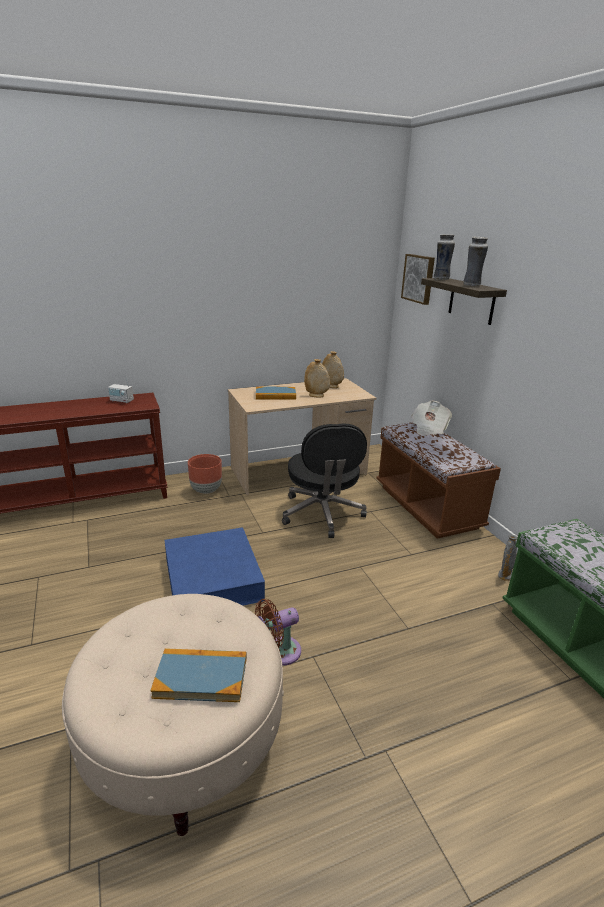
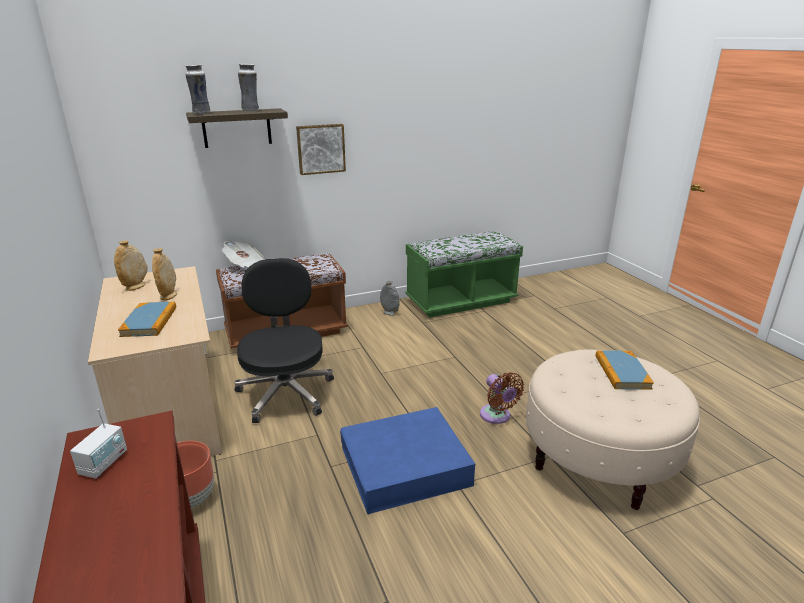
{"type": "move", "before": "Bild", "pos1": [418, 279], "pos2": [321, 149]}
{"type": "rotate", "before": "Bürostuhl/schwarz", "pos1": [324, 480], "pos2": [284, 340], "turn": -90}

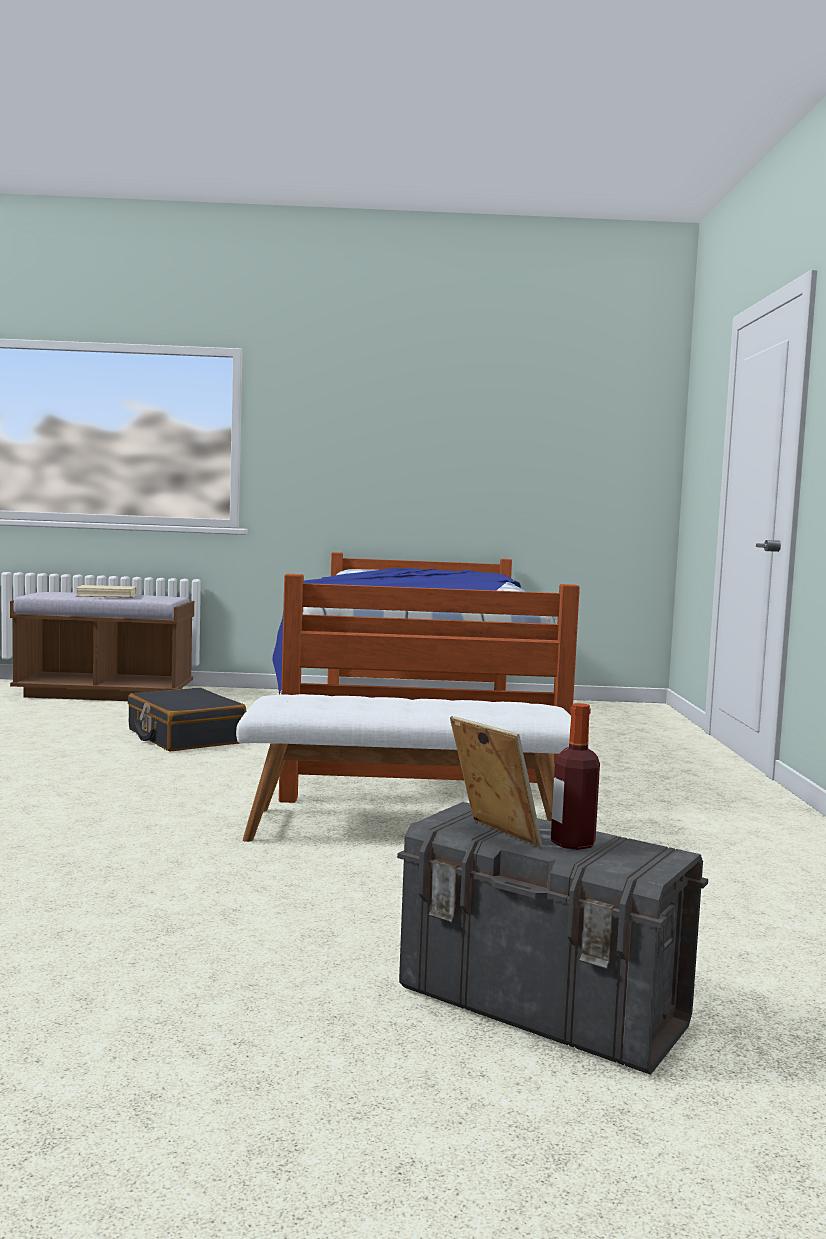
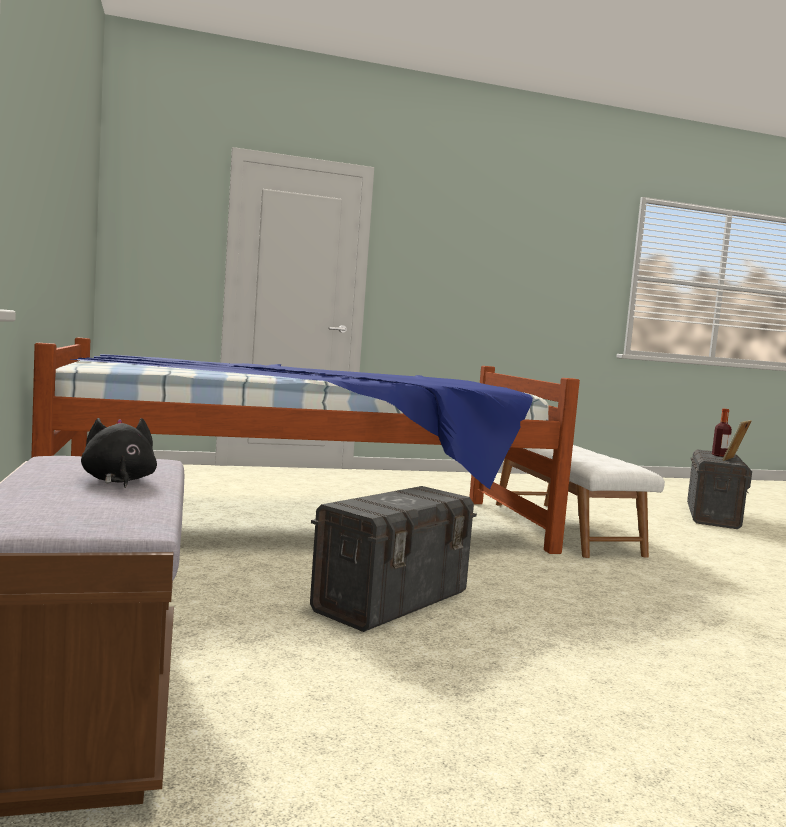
{"type": "replace", "before": "Buch/beige", "after": "Plüschtier/schwarz", "pos1": [106, 591], "pos2": [119, 453]}
{"type": "replace", "before": "Koffer/schwarz", "after": "Aufbewahrungsbox/grau", "pos1": [187, 719], "pos2": [393, 559]}

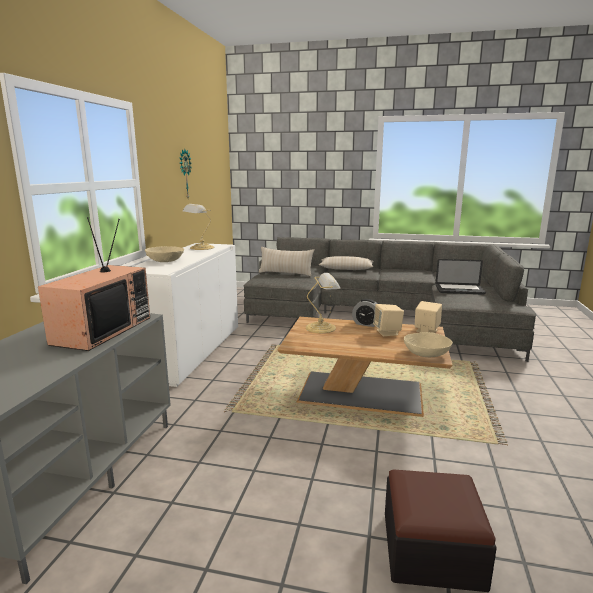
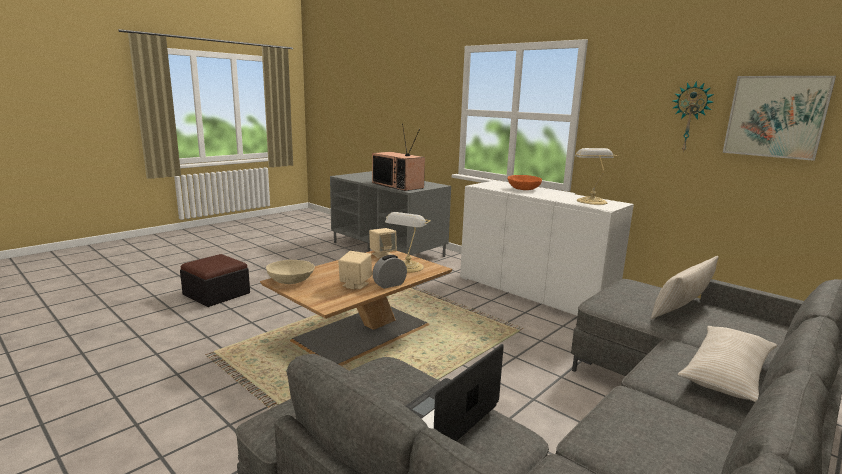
{"type": "insert", "after": "Bild", "pos2": [779, 118]}
{"type": "move", "before": "Lautsprecher/beige", "pos1": [428, 317], "pos2": [383, 243]}
{"type": "recolor", "before": "Schüssel/beige", "after": "Schüssel/orange", "pos1": [164, 254], "pos2": [524, 182]}

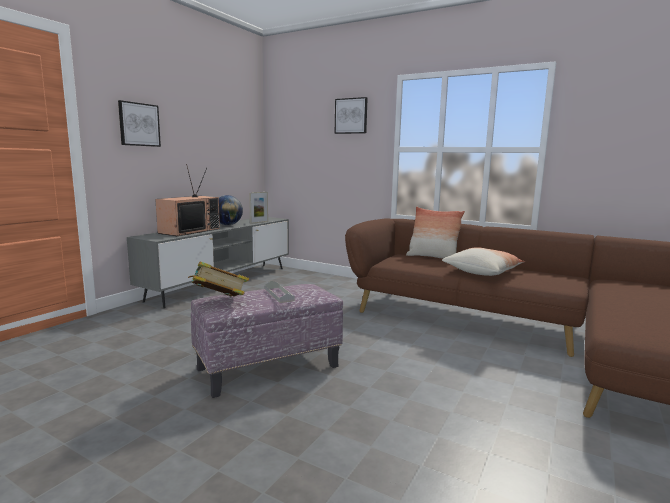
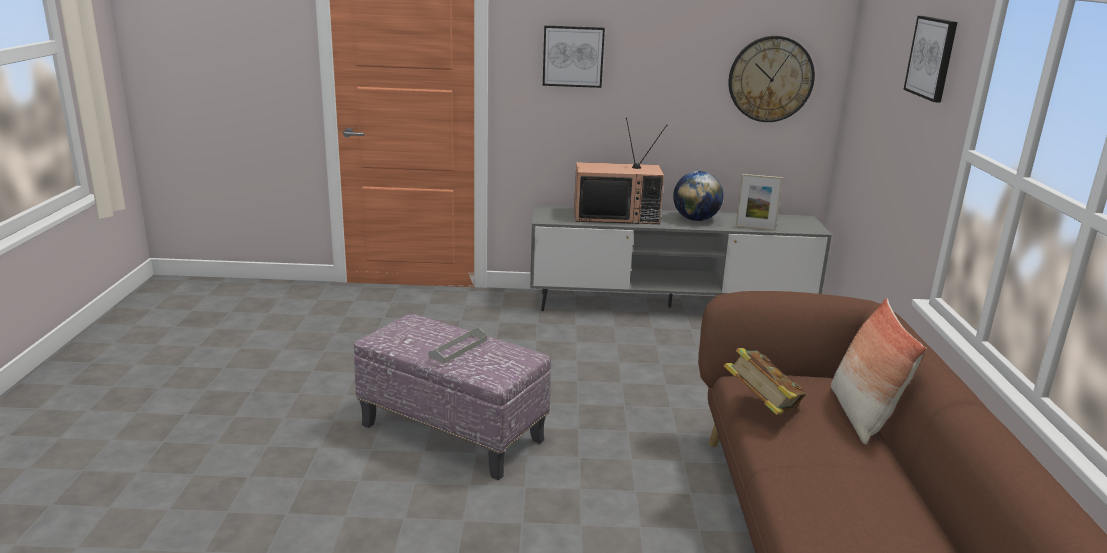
{"type": "delete", "before": "Kissen", "pos1": [483, 261]}
{"type": "insert", "after": "Wanduhr", "pos2": [772, 79]}
{"type": "move", "before": "Buch", "pos1": [218, 279], "pos2": [765, 381]}

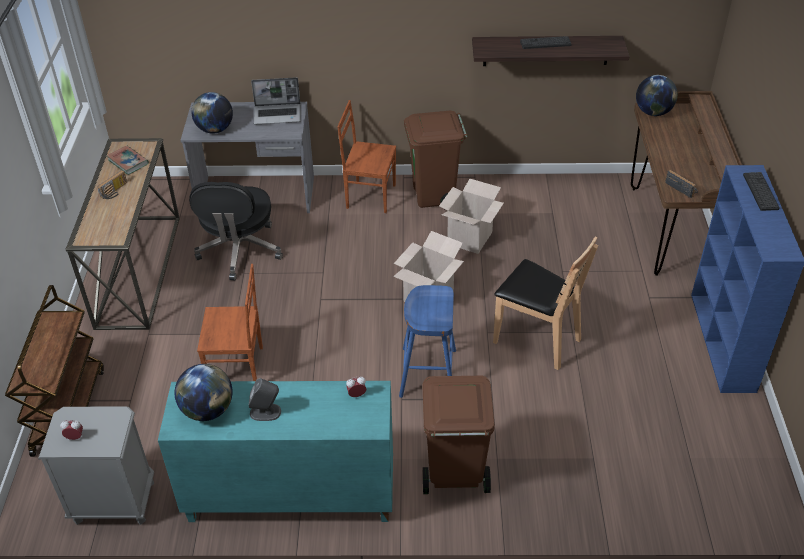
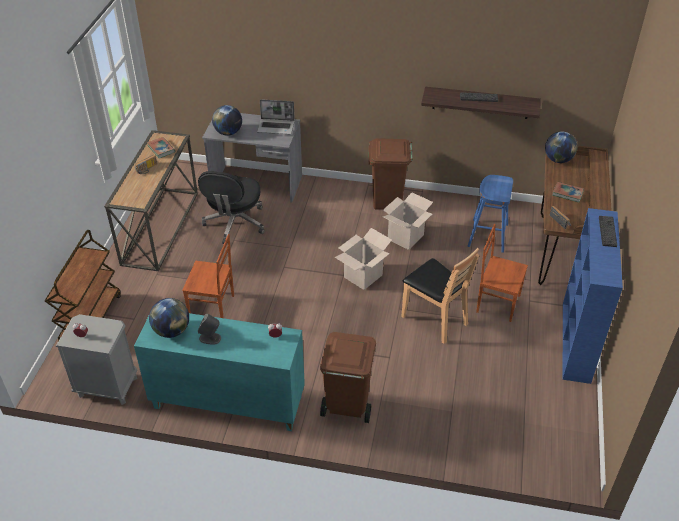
{"type": "insert", "after": "Buch", "pos2": [568, 192]}
{"type": "move", "before": "Stuhl/braun", "pos1": [366, 156], "pos2": [502, 273]}
{"type": "move", "before": "Hocker/blau", "pos1": [427, 341], "pos2": [490, 214]}

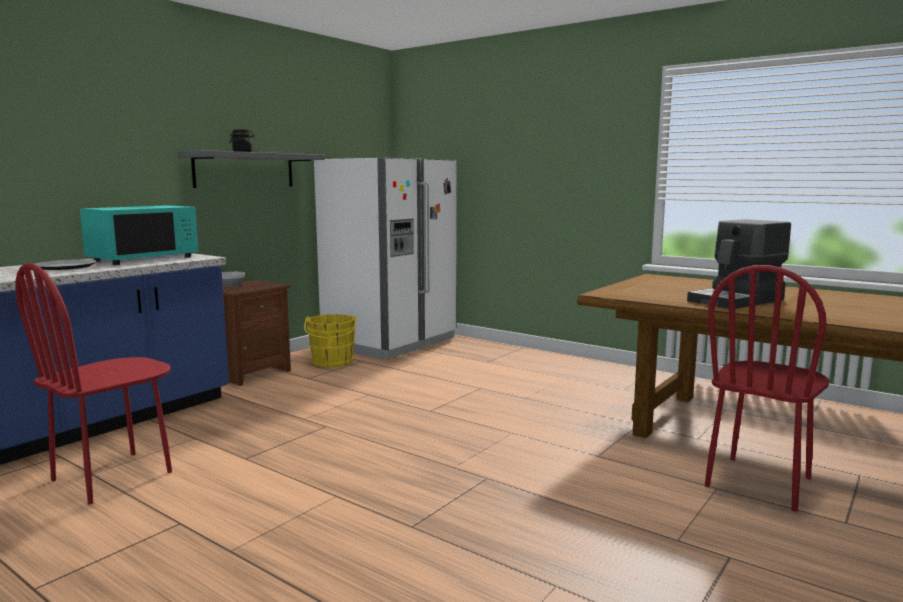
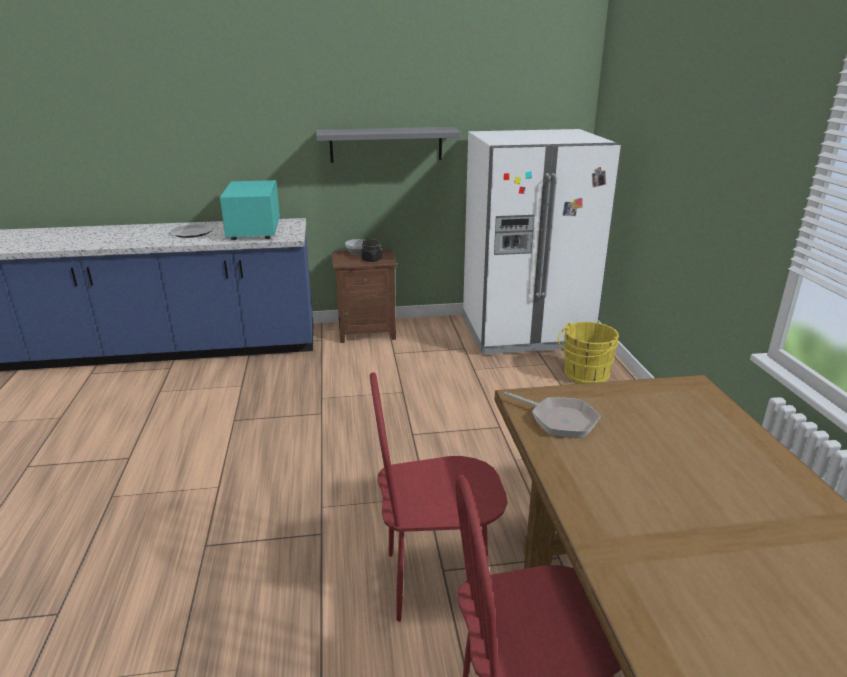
{"type": "delete", "before": "Kaffeemaschine", "pos1": [739, 264]}
{"type": "insert", "after": "Pfanne", "pos2": [552, 415]}
{"type": "move", "before": "Stuhl/rot", "pos1": [93, 383], "pos2": [439, 497]}
{"type": "move", "before": "Vorratsglas/schwarz", "pos1": [242, 140], "pos2": [371, 250]}
{"type": "move", "before": "Eimer/gelb", "pos1": [330, 341], "pos2": [588, 353]}
{"type": "rotate", "before": "Mikrowelle/türkis", "pos1": [139, 235], "pos2": [250, 210], "turn": 90}

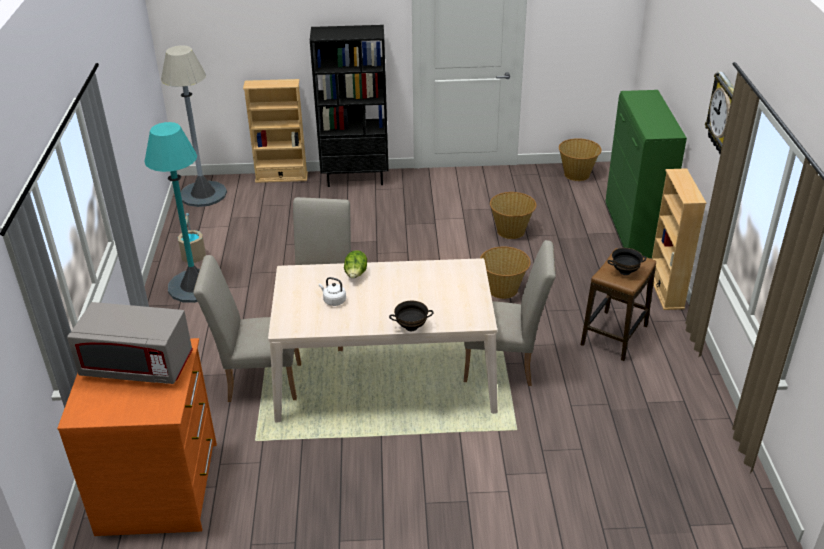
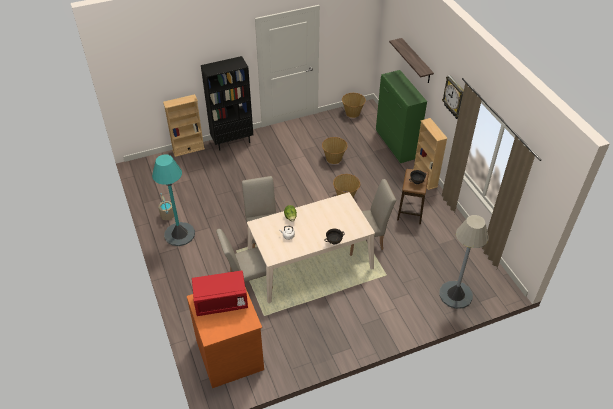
{"type": "insert", "after": "Wandregal", "pos2": [411, 60]}
{"type": "move", "before": "Stehlampe/grau", "pos1": [194, 126], "pos2": [464, 262]}
{"type": "recolor", "before": "Mikrowelle/grau", "after": "Mikrowelle/rot", "pos1": [130, 343], "pos2": [220, 293]}

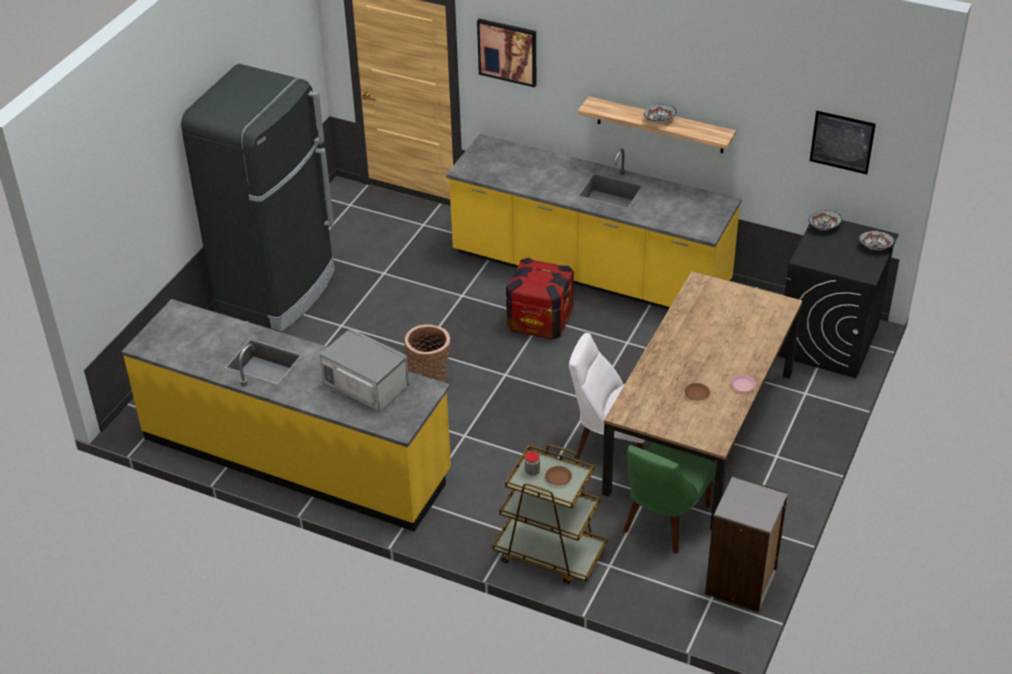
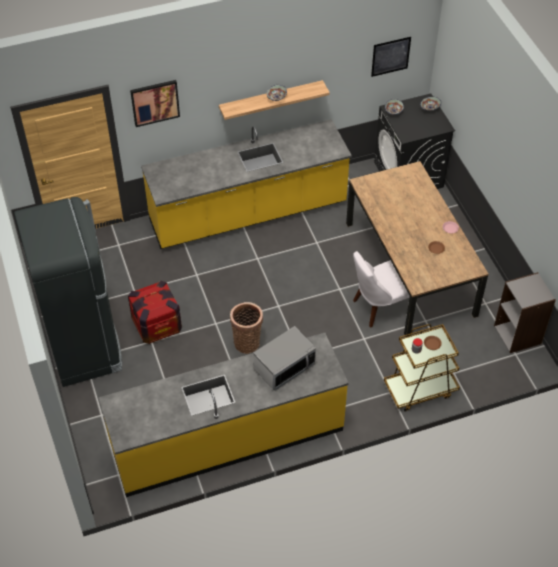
{"type": "delete", "before": "Stuhl/grün", "pos1": [670, 498]}
{"type": "move", "before": "Kiste", "pos1": [540, 299], "pos2": [155, 312]}
{"type": "rotate", "before": "Mikrowelle", "pos1": [364, 370], "pos2": [284, 358], "turn": 150}

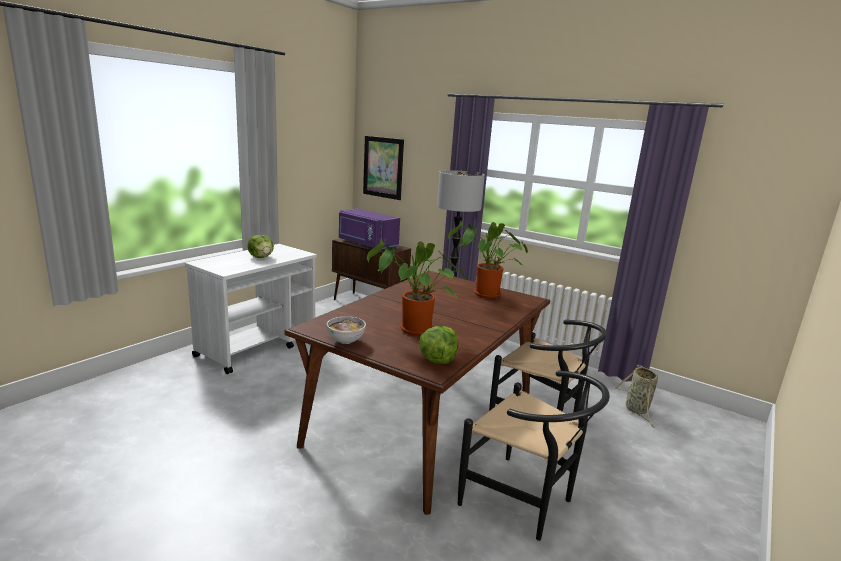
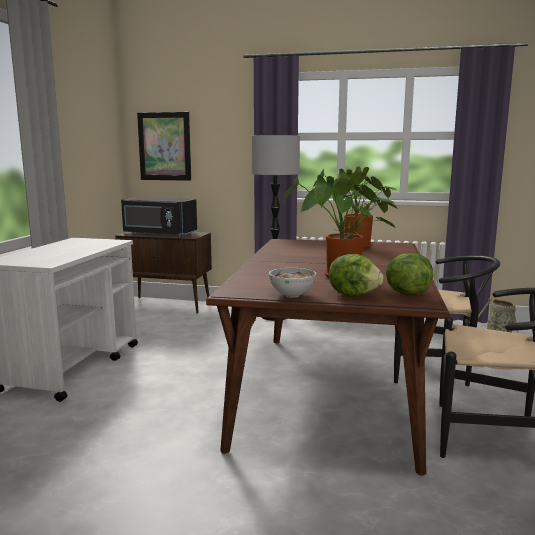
{"type": "move", "before": "Salatkopf", "pos1": [261, 246], "pos2": [356, 275]}
{"type": "recolor", "before": "Mikrowelle/lila", "after": "Mikrowelle/schwarz", "pos1": [369, 228], "pos2": [159, 217]}

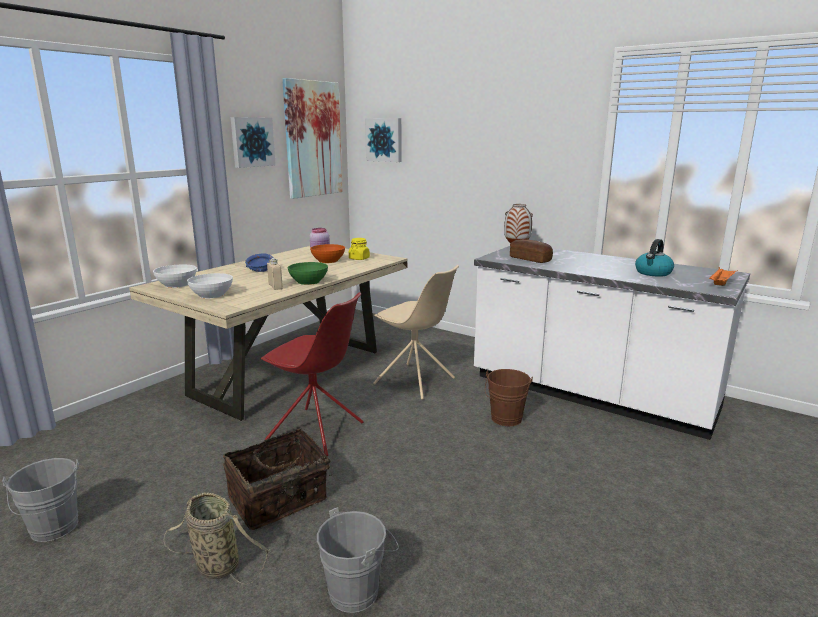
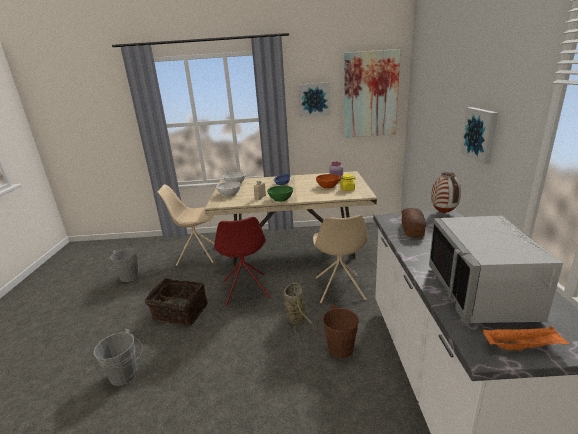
{"type": "insert", "after": "Stuhl/beige", "pos2": [185, 225]}
{"type": "move", "before": "Korb", "pos1": [216, 538], "pos2": [298, 308]}
{"type": "move", "before": "Bild", "pos1": [383, 140], "pos2": [479, 135]}
{"type": "replace", "before": "Wasserkessel", "after": "Mikrowelle/grau", "pos1": [654, 258], "pos2": [496, 269]}

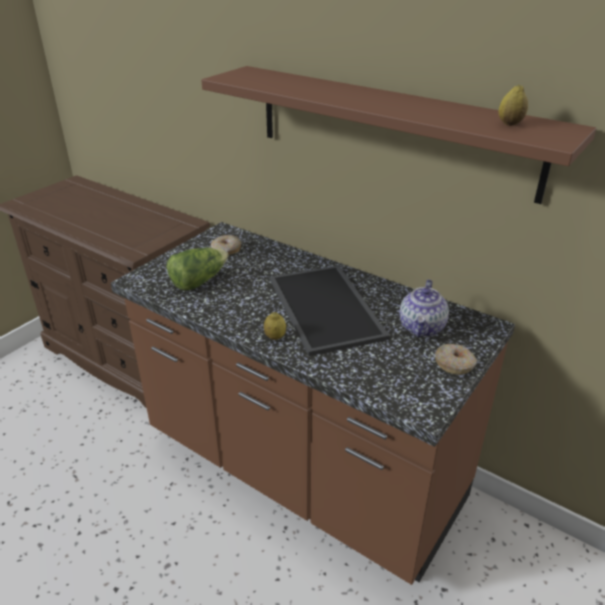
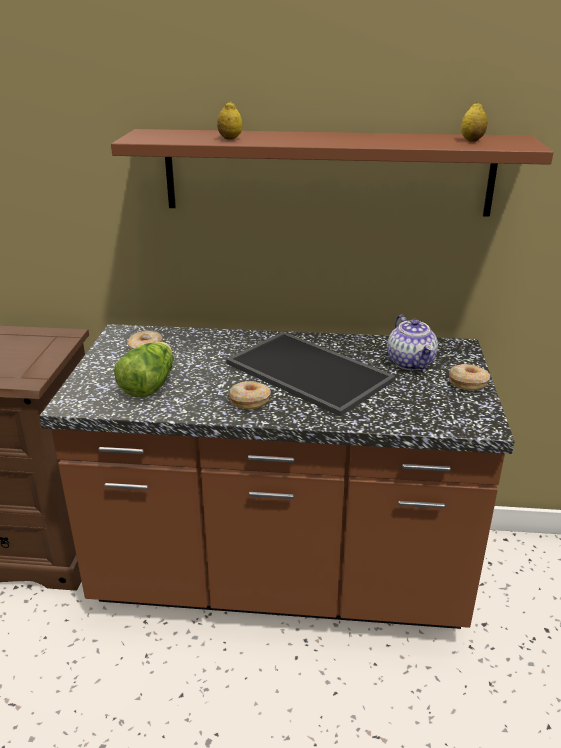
{"type": "insert", "after": "Donut", "pos2": [250, 395]}
{"type": "move", "before": "Zitrone", "pos1": [275, 326], "pos2": [230, 121]}

